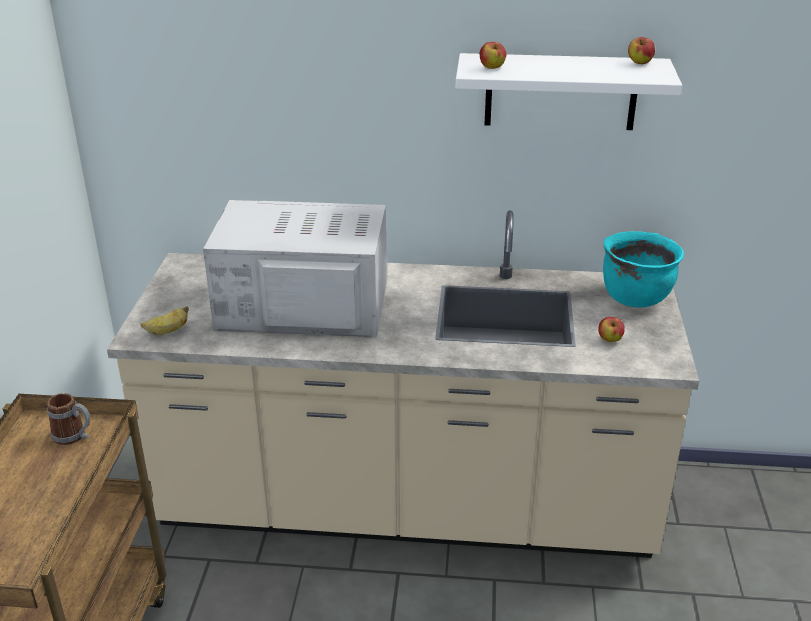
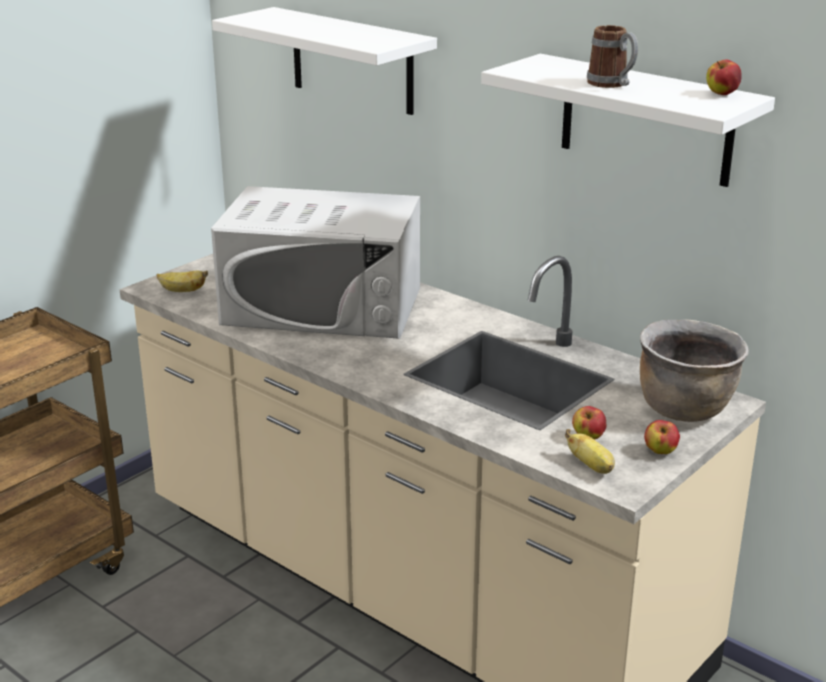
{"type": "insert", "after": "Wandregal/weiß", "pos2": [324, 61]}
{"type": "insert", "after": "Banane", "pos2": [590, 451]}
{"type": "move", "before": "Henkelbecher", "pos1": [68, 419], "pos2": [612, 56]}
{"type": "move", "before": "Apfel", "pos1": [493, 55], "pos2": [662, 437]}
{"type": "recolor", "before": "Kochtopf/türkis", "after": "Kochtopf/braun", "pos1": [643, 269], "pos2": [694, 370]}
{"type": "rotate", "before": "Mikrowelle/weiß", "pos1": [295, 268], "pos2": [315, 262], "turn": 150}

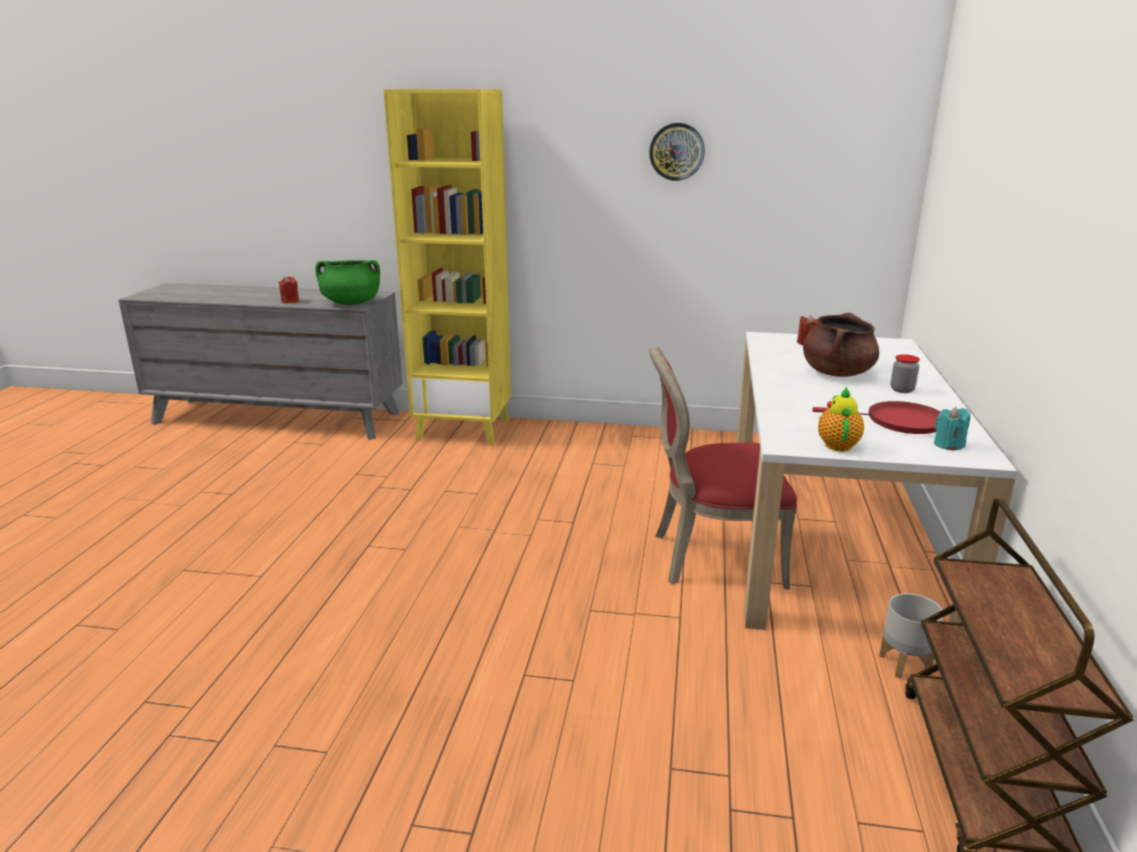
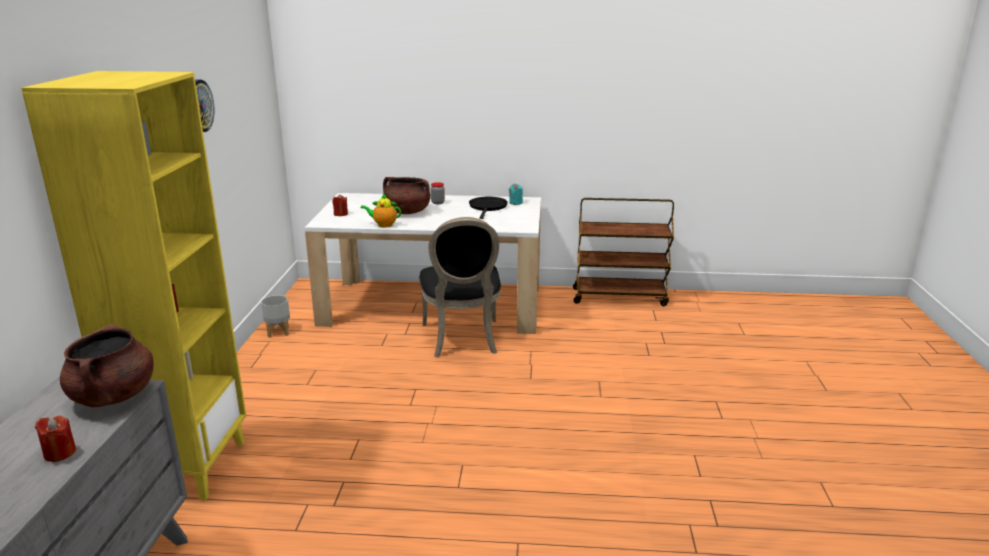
{"type": "move", "before": "Teekanne", "pos1": [841, 419], "pos2": [380, 210]}
{"type": "move", "before": "Pflanzkübel/grau", "pos1": [911, 636], "pos2": [275, 316]}
{"type": "recolor", "before": "Kochtopf/grün", "after": "Kochtopf/braun", "pos1": [347, 282], "pos2": [107, 365]}
{"type": "recolor", "before": "Stuhl/rot", "after": "Stuhl/schwarz", "pos1": [722, 468], "pos2": [460, 287]}
{"type": "recolor", "before": "Pfanne/rot", "after": "Pfanne/schwarz", "pos1": [876, 417], "pos2": [488, 208]}

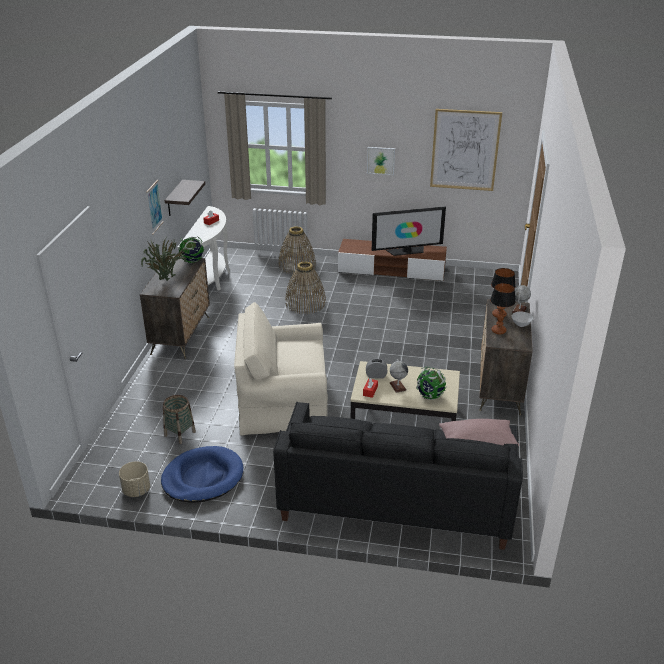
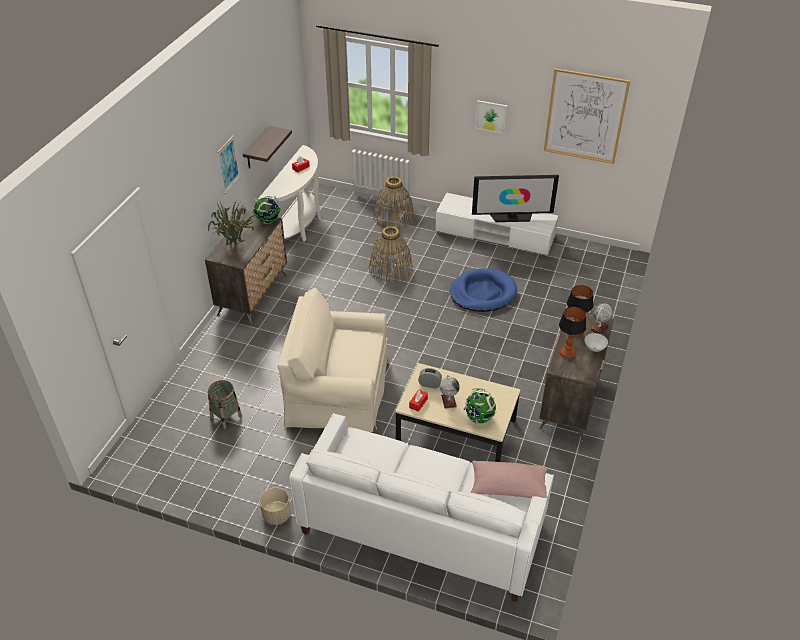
{"type": "move", "before": "Pflanzkübel/beige", "pos1": [134, 479], "pos2": [275, 506]}
{"type": "move", "before": "Hundebett/blau", "pos1": [202, 474], "pos2": [483, 290]}
{"type": "recolor", "before": "Sofa/schwarz", "after": "Sofa/weiß", "pos1": [398, 476], "pos2": [421, 507]}
{"type": "recolor", "before": "Fernsehschrank/braun", "after": "Fernsehschrank/weiß", "pos1": [392, 260], "pos2": [496, 224]}

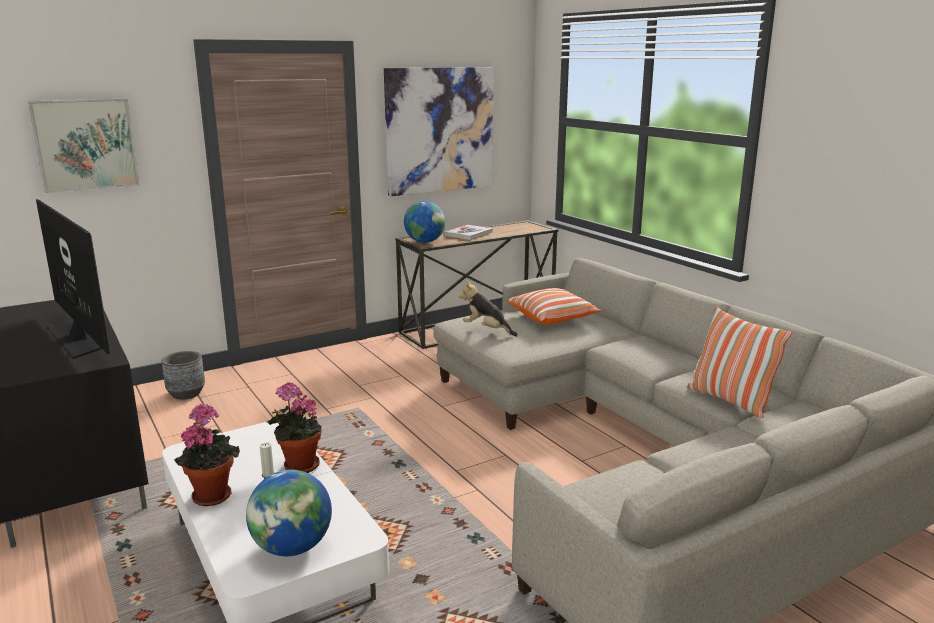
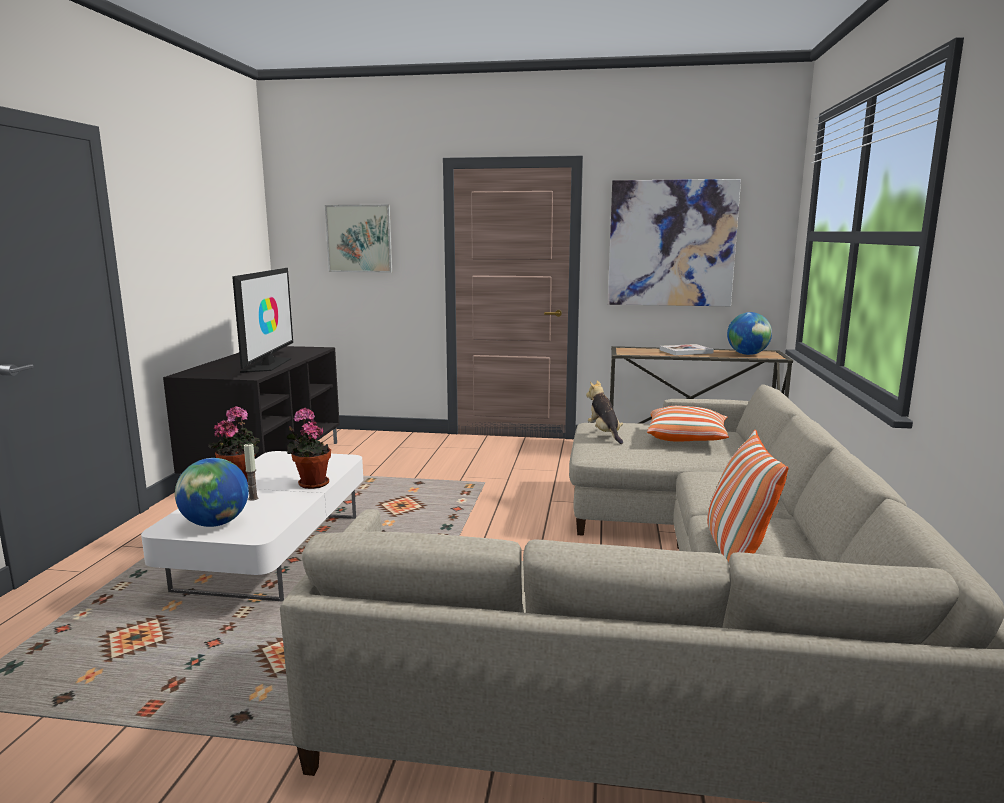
{"type": "delete", "before": "Pflanzkübel/grau", "pos1": [183, 375]}
{"type": "move", "before": "Globus", "pos1": [424, 222], "pos2": [749, 333]}

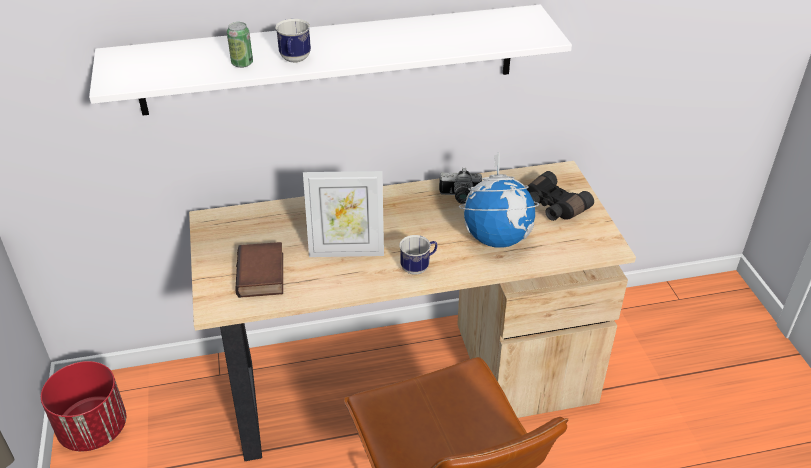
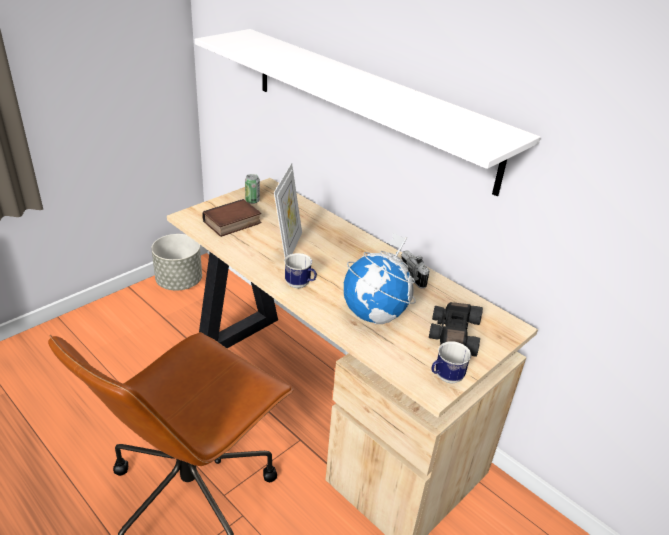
{"type": "move", "before": "Dose", "pos1": [240, 45], "pos2": [252, 189]}
{"type": "move", "before": "Henkelbecher", "pos1": [293, 41], "pos2": [451, 362]}
{"type": "recolor", "before": "Pflanzkübel/rot", "after": "Pflanzkübel/grau", "pos1": [83, 406], "pos2": [176, 262]}
{"type": "rotate", "before": "Bilderrahmen", "pos1": [343, 214], "pos2": [288, 210], "turn": -135}

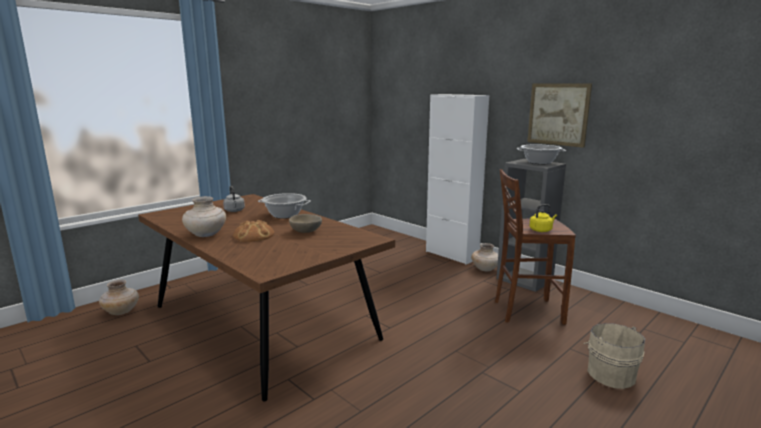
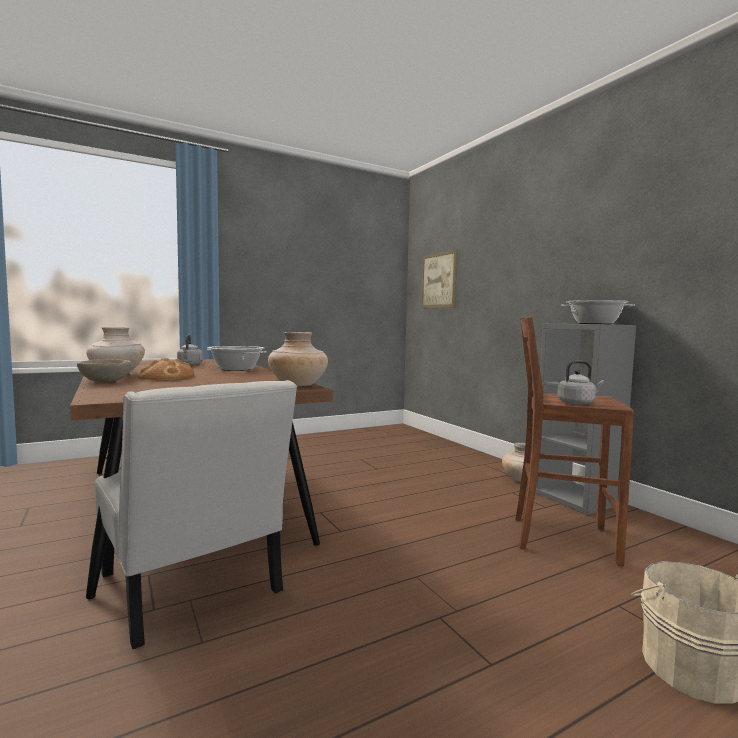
{"type": "delete", "before": "Schrank/weiß", "pos1": [457, 179]}
{"type": "insert", "after": "Stuhl/weiß", "pos2": [196, 514]}
{"type": "move", "before": "Vase/beige", "pos1": [119, 297], "pos2": [298, 359]}
{"type": "move", "before": "Schüssel/beige", "pos1": [305, 223], "pos2": [104, 370]}
{"type": "move", "before": "Bild", "pos1": [559, 115], "pos2": [439, 279]}
{"type": "recolor", "before": "Wasserkessel/gelb", "after": "Wasserkessel/grau", "pos1": [543, 218], "pos2": [581, 383]}

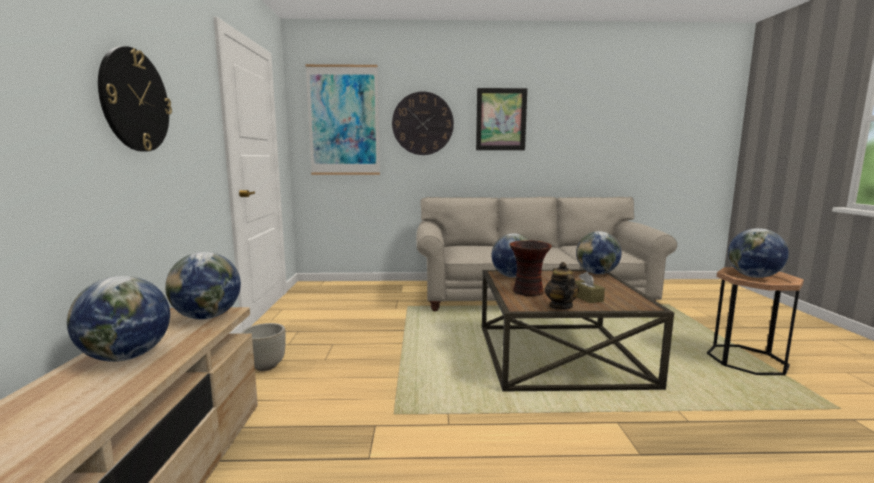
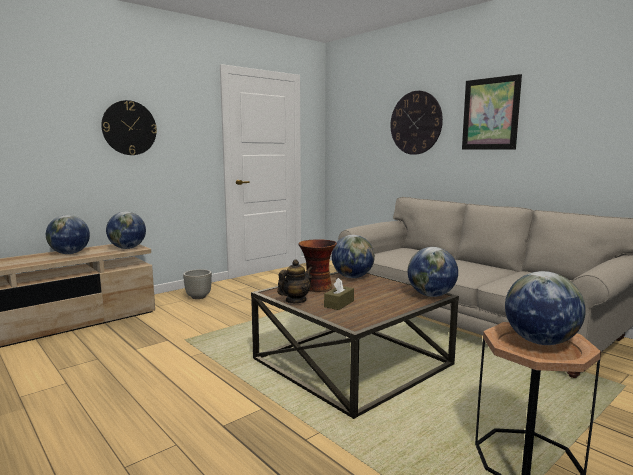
{"type": "delete", "before": "Bild", "pos1": [342, 119]}

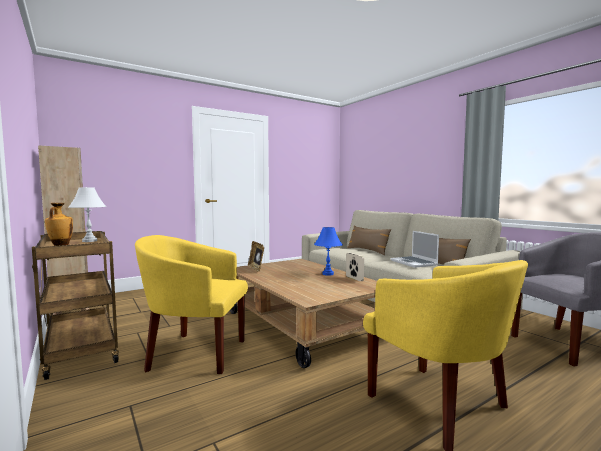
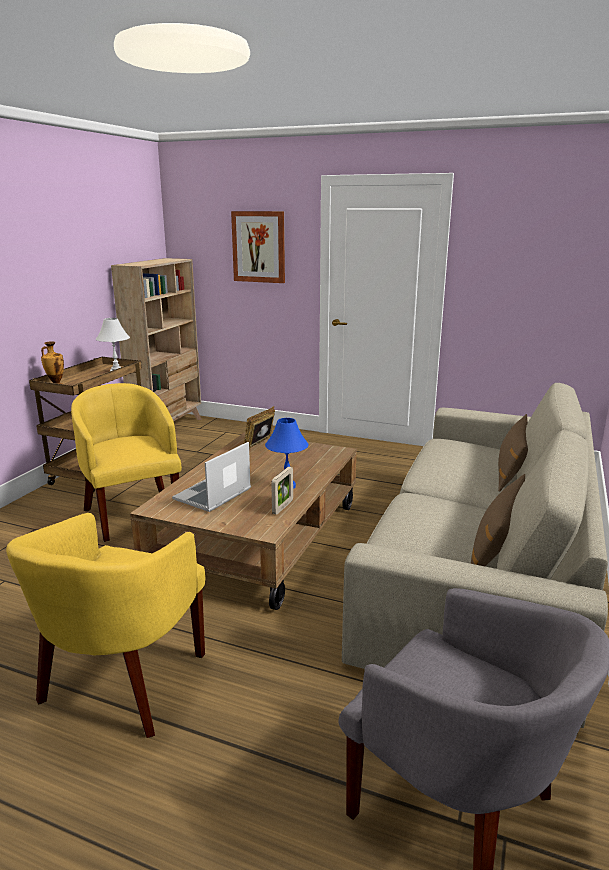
{"type": "insert", "after": "Bild", "pos2": [258, 247]}
{"type": "move", "before": "Laptop", "pos1": [415, 249], "pos2": [211, 477]}

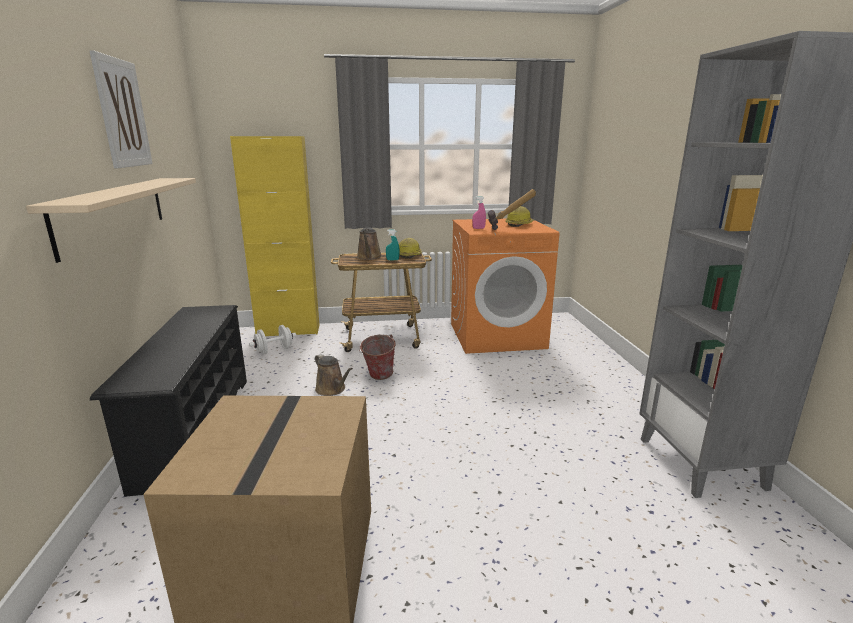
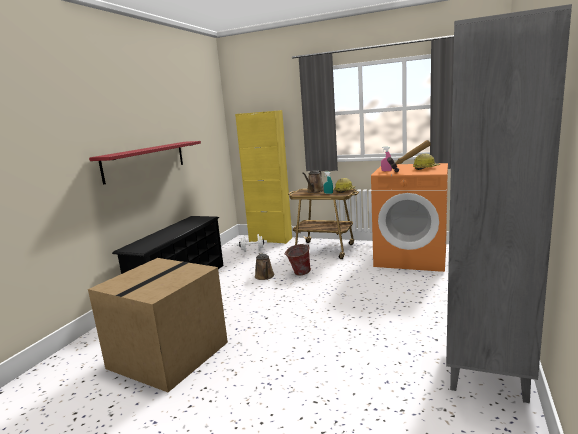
{"type": "delete", "before": "Bild", "pos1": [121, 109]}
{"type": "recolor", "before": "Wandregal/beige", "after": "Wandregal/rot", "pos1": [111, 220], "pos2": [145, 163]}

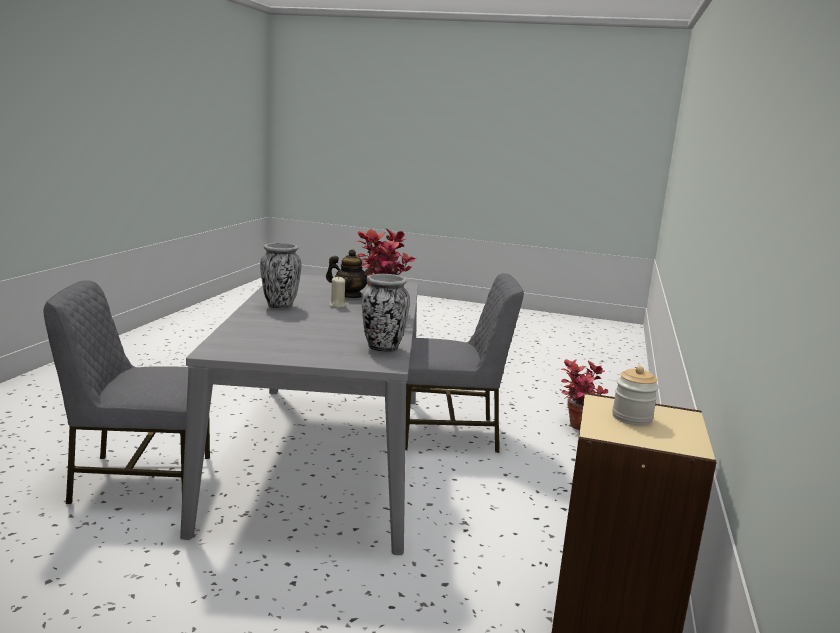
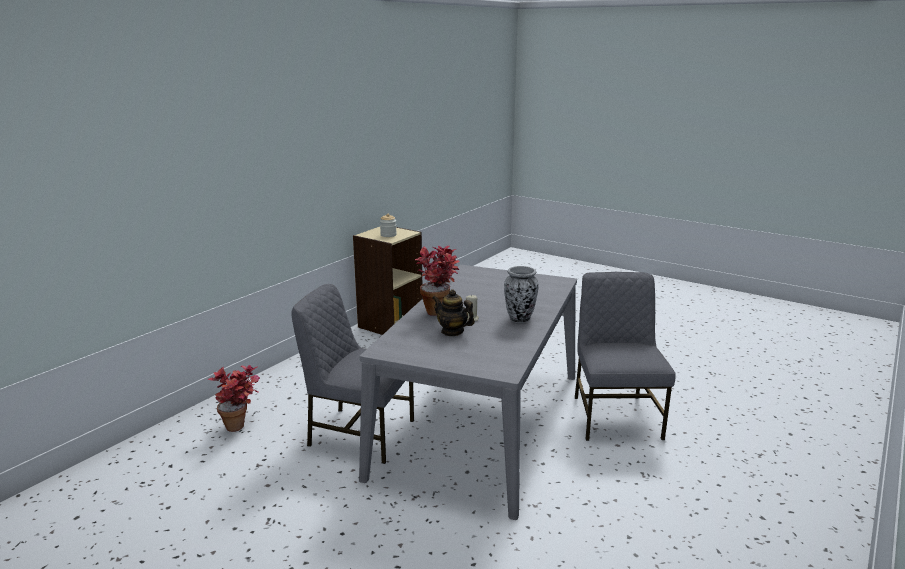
{"type": "delete", "before": "Vase", "pos1": [386, 313]}
{"type": "rotate", "before": "Stuhl/grau", "pos1": [126, 392], "pos2": [625, 356], "turn": -105}

